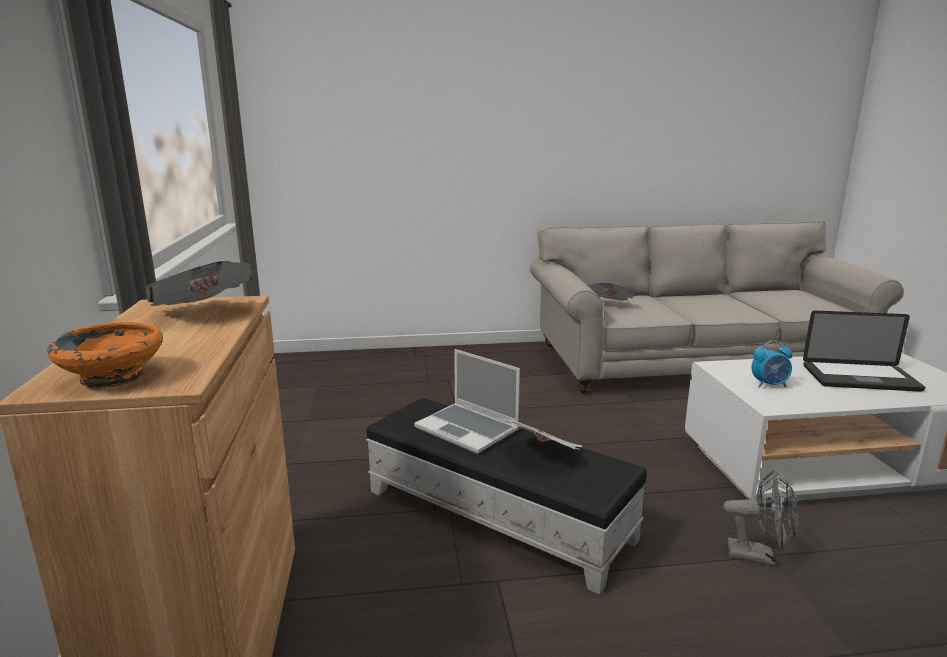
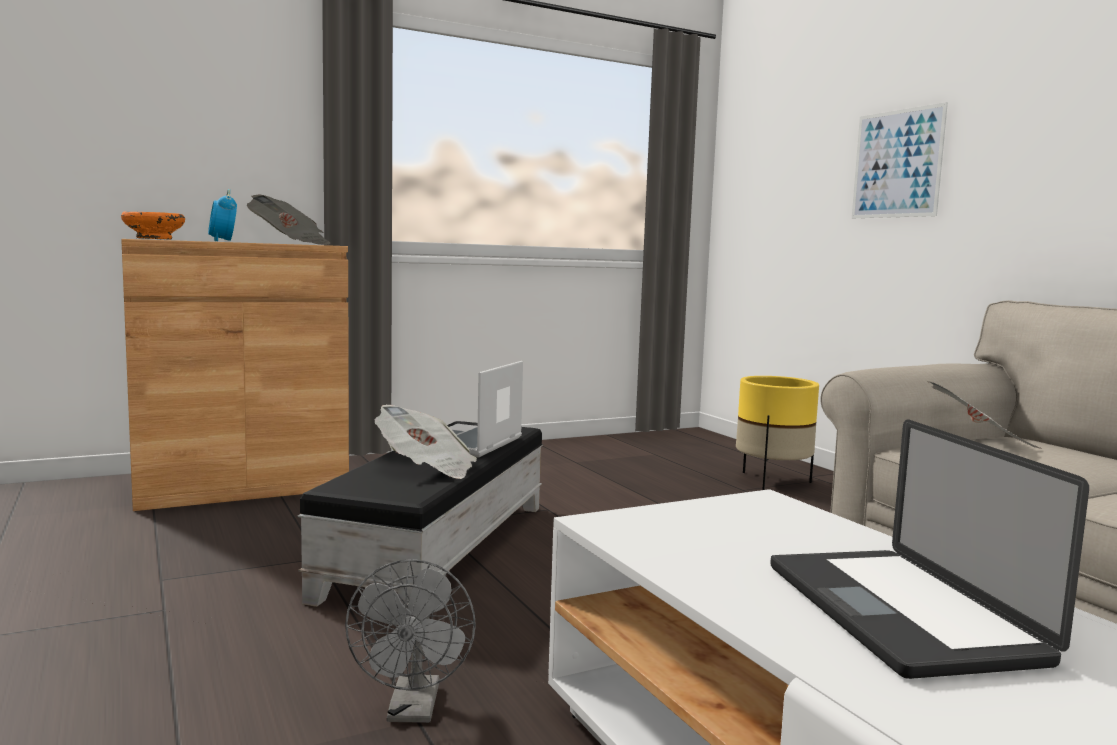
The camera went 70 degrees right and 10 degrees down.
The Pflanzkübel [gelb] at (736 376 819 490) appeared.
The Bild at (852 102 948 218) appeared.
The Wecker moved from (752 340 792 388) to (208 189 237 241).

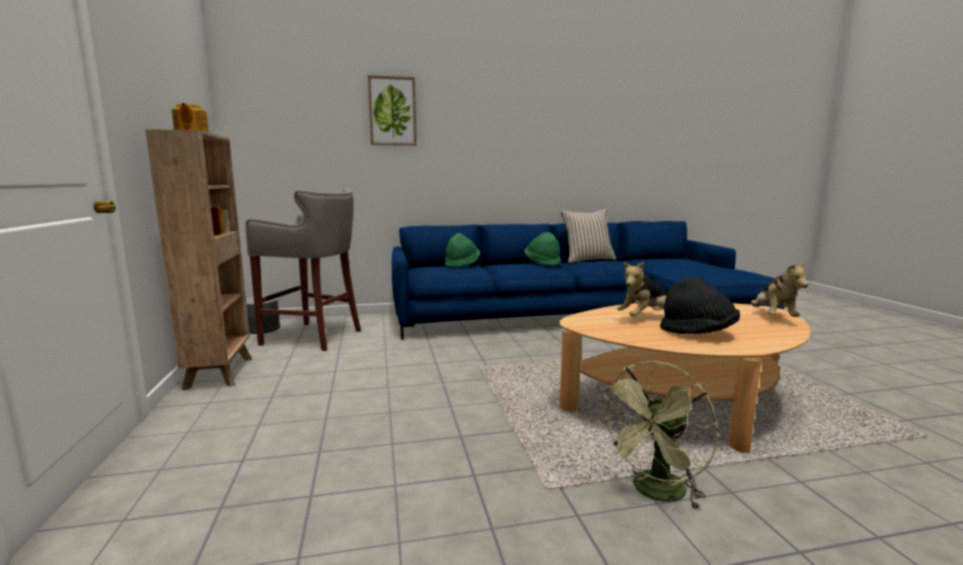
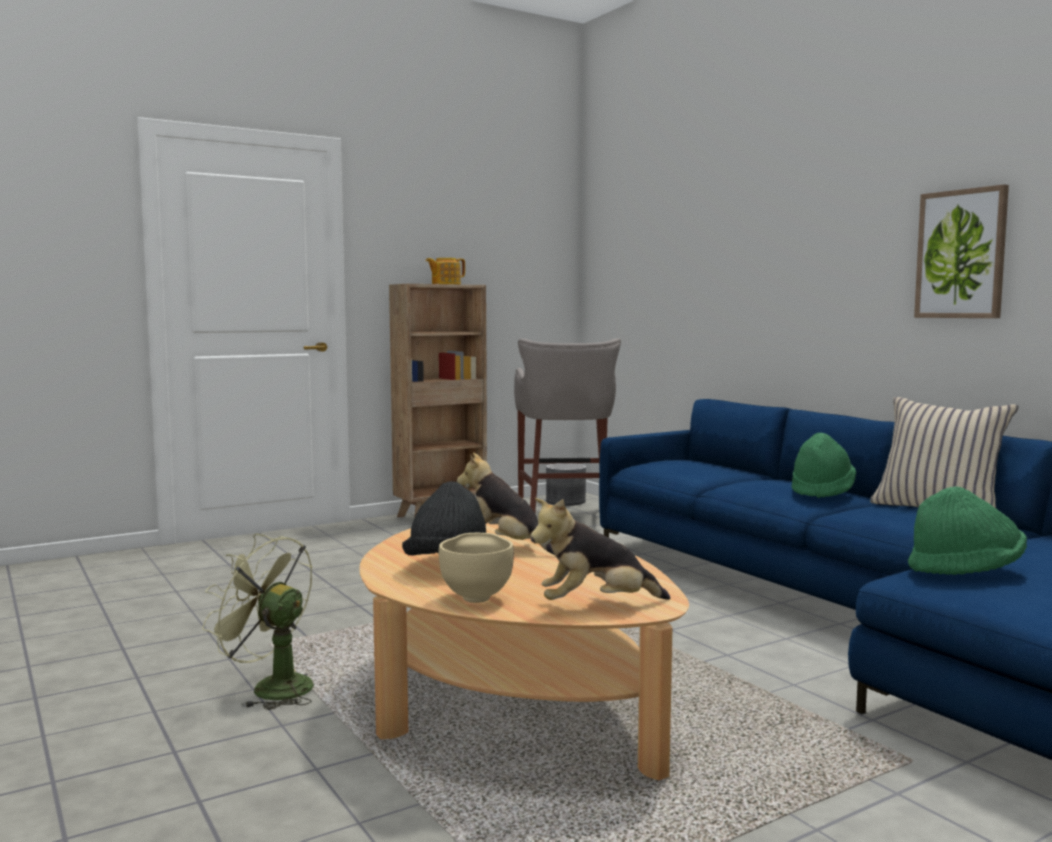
The camera went 70 degrees right and 5 degrees down.
The Schüssel [beige] at (439 533 514 603) appeared.
The Bild moved from (368 75 417 146) to (914 184 1009 318).
The Hut [grün] moved from (445 233 480 268) to (908 487 1027 575).

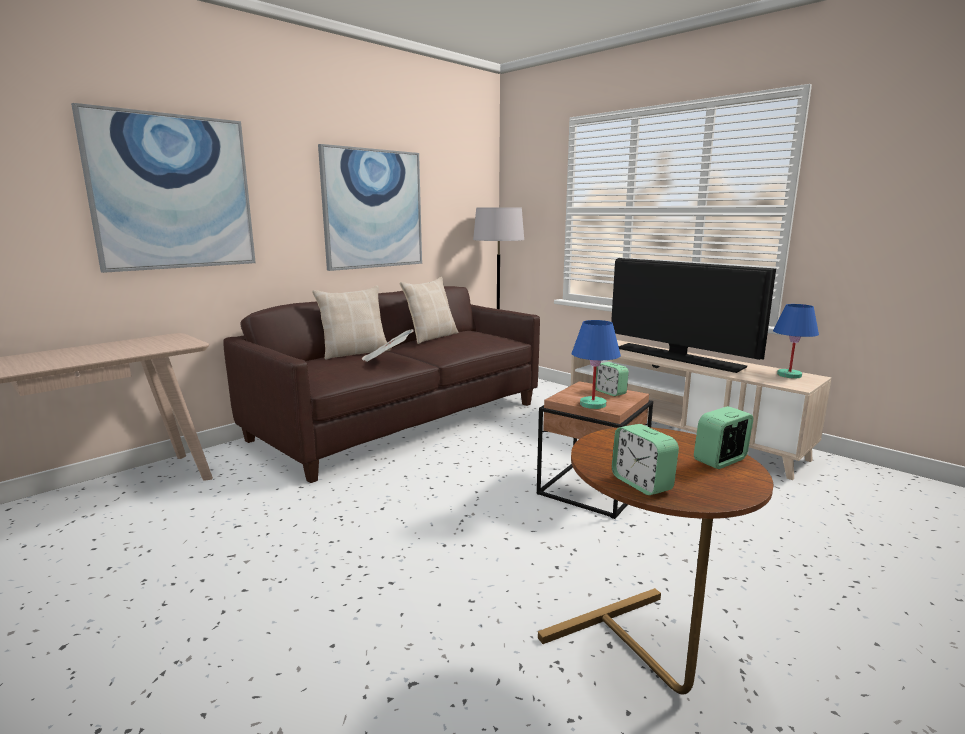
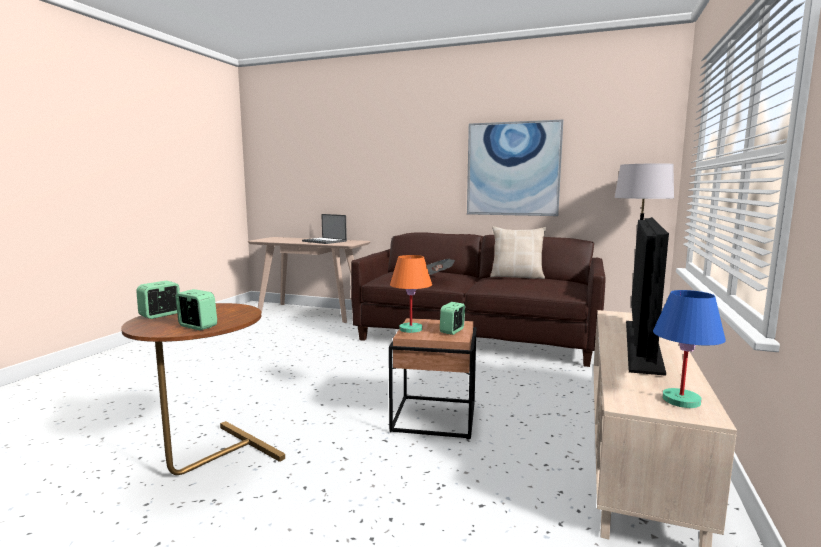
The camera went 65 degrees right and 5 degrees down.
The Bild at (71 103 256 273) disappeared.
The Kissen [beige] at (312 286 390 360) disappeared.
The Laptop at (302 214 347 244) appeared.
The Tischlampe [blau] at (571 320 621 409) became the Tischlampe [orange] at (390 255 432 333).

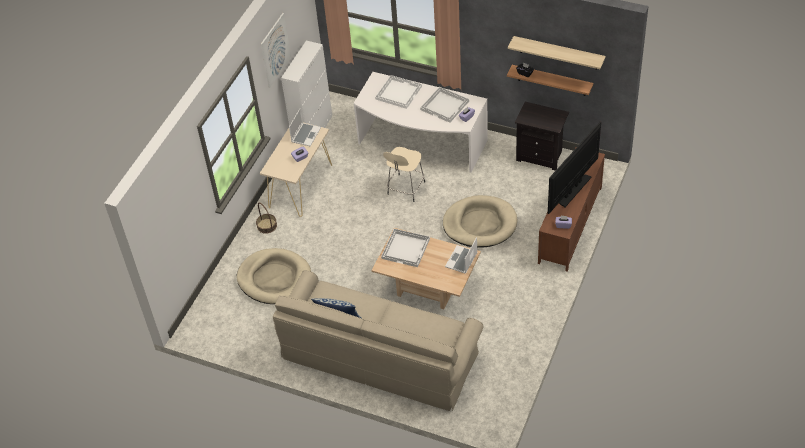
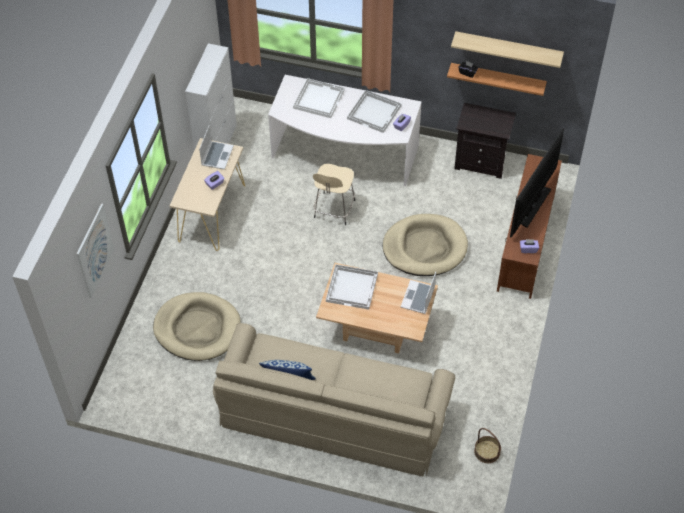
The camera went 10 degrees left and 5 degrees up.
The Korb moved from (256 203 277 234) to (474 428 501 463).
The Bild moved from (261 13 291 88) to (77 203 115 298).

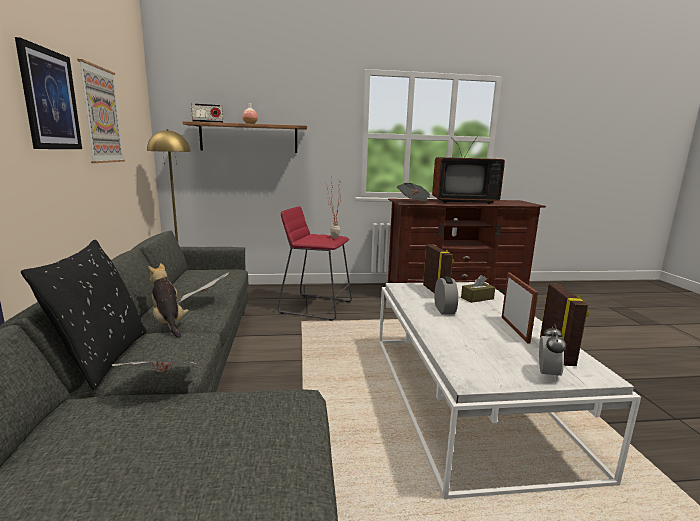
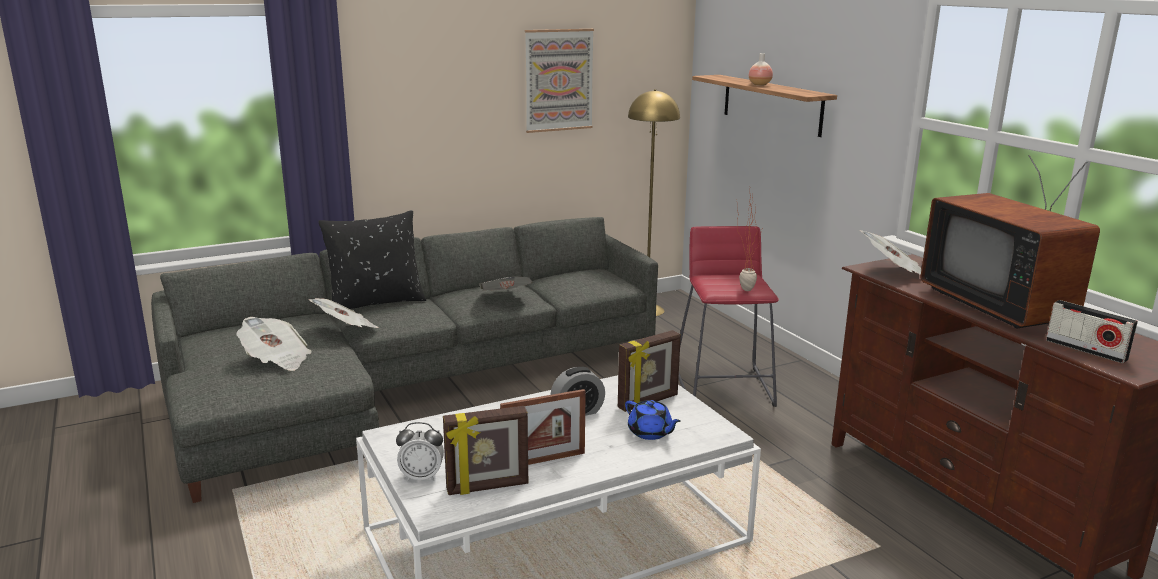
The camera went 70 degrees right and 5 degrees up.
The Bild at (15 37 82 149) disappeared.
The Plüschtier at (148 263 189 338) disappeared.
The Zeitung at (237 317 312 371) appeared.
The Radio moved from (191 103 223 123) to (1046 300 1138 363).
The Taschentuchbox [braun] at (461 275 495 303) was replaced by the Teekanne [blau] at (625 400 681 440).

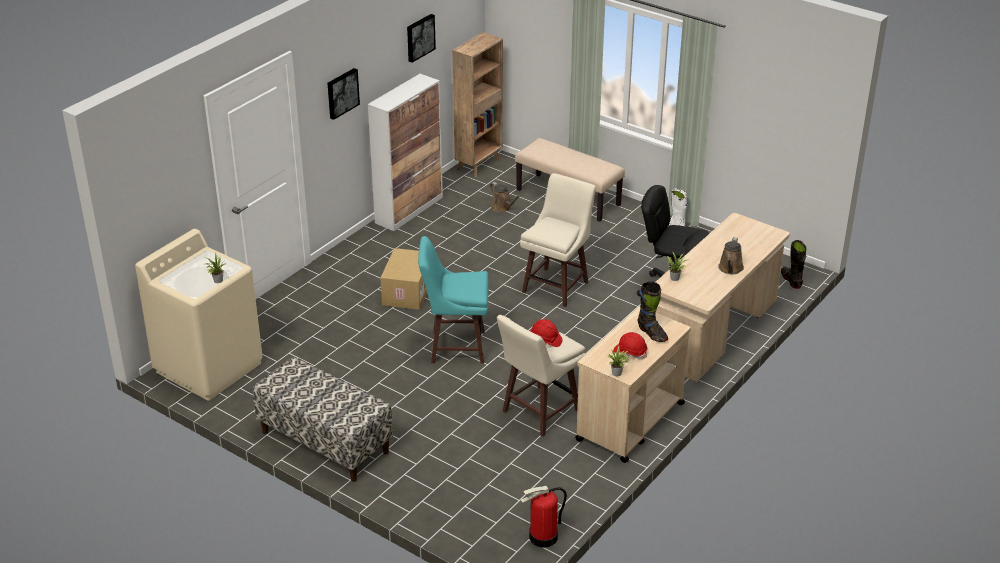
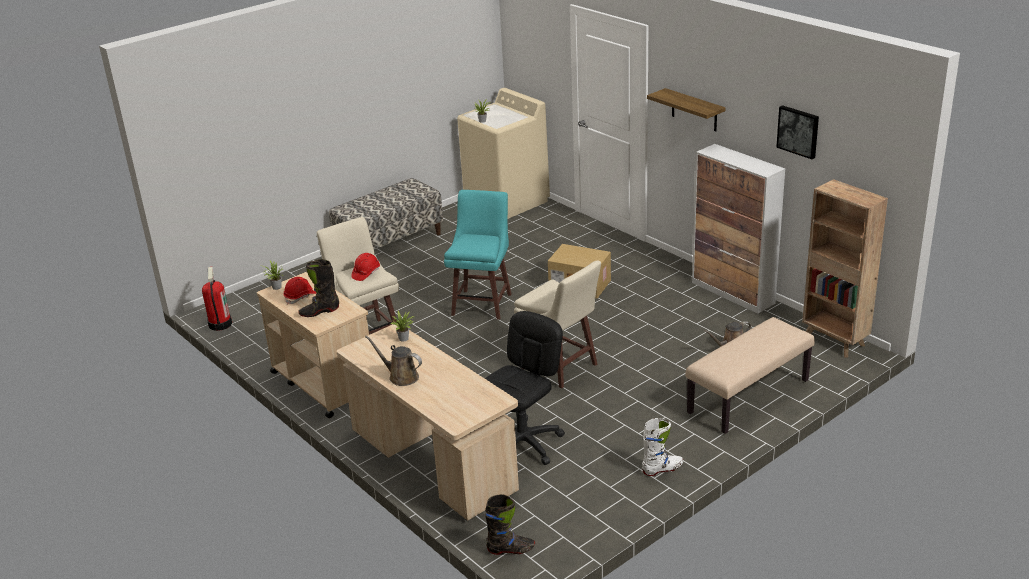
The camera went 105 degrees right and 5 degrees down.
The Bild at (328 68 360 120) was replaced by the Wandregal at (647 88 726 131).

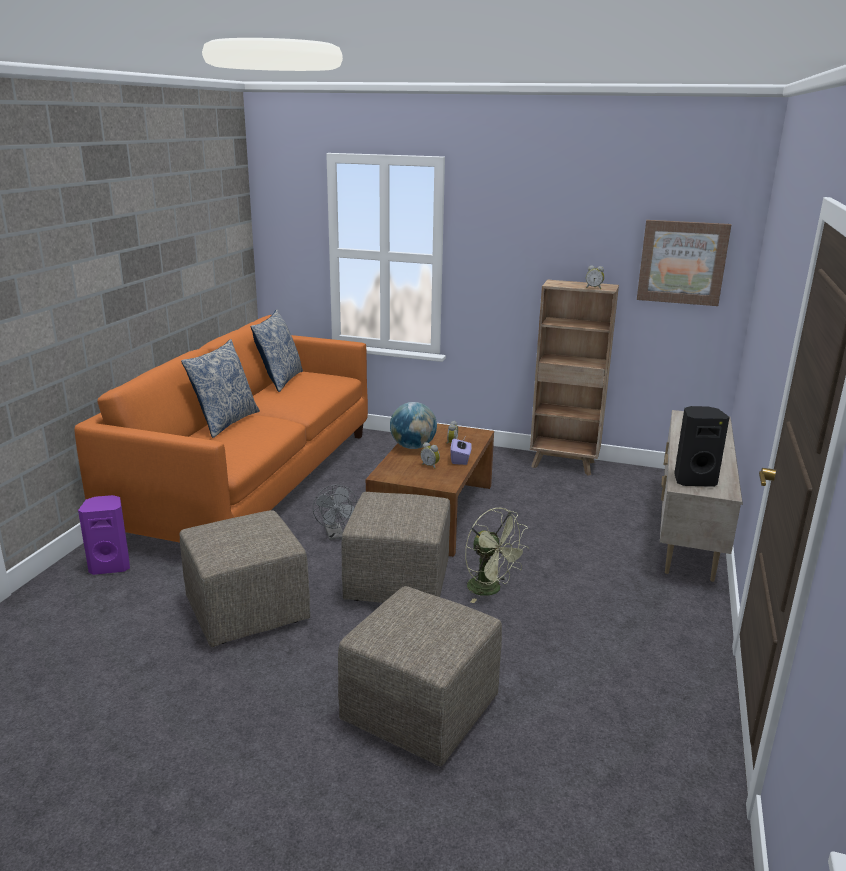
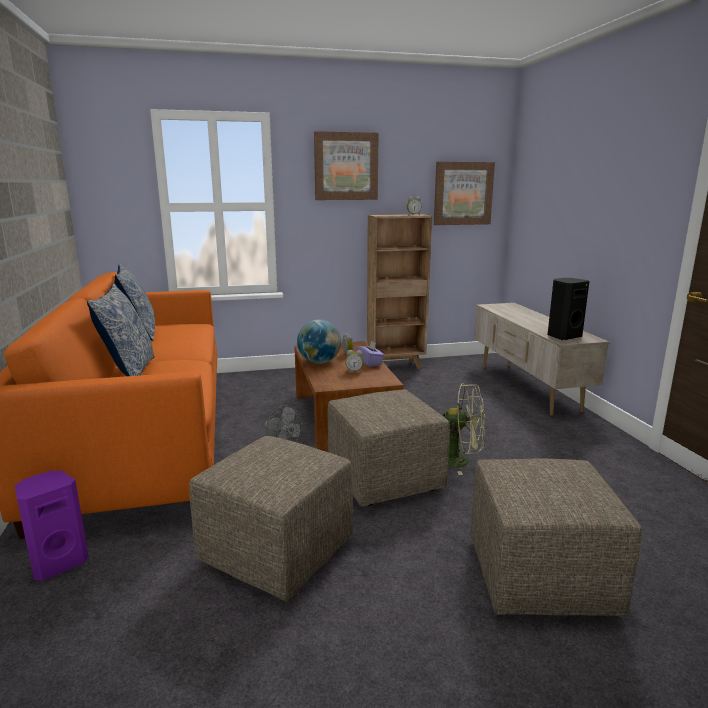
The camera went 30 degrees left and 5 degrees down.
The Bild at (314 131 379 200) appeared.

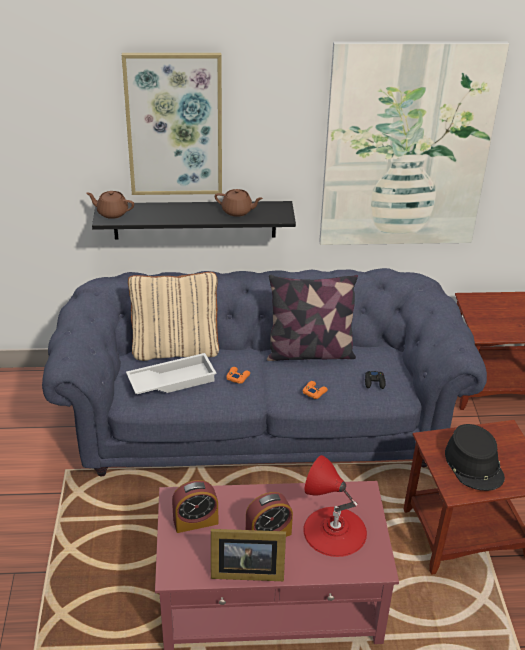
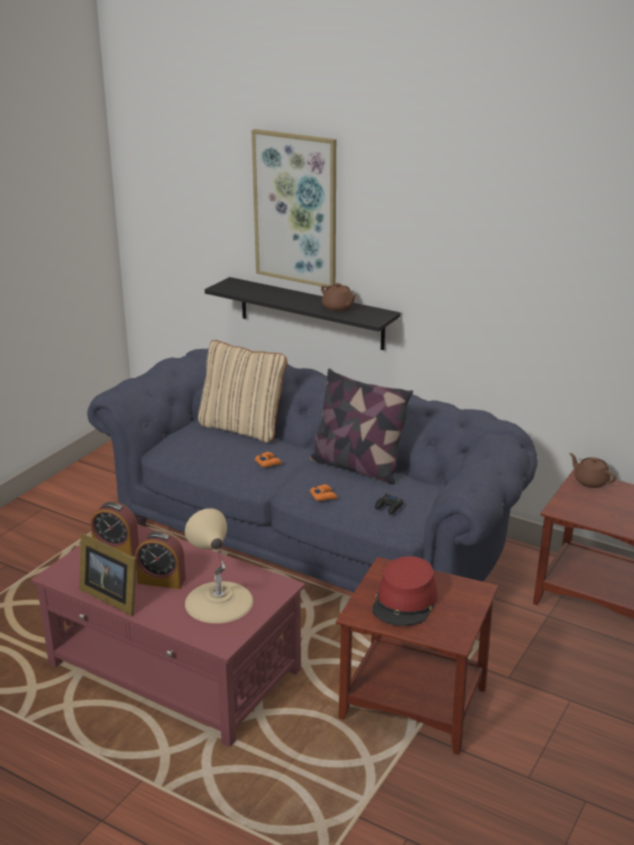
The camera went 35 degrees right and 10 degrees down.
The Tablett [weiß] at (126 353 217 394) disappeared.
The Bild at (319 41 509 245) disappeared.
The Teekanne [braun] moved from (86 191 134 219) to (569 453 616 488).
The Tischlampe [rot] at (303 455 367 557) became the Tischlampe [beige] at (185 508 253 623).
The Hut [schwarz] at (445 424 505 491) became the Hut [rot] at (372 556 437 626).

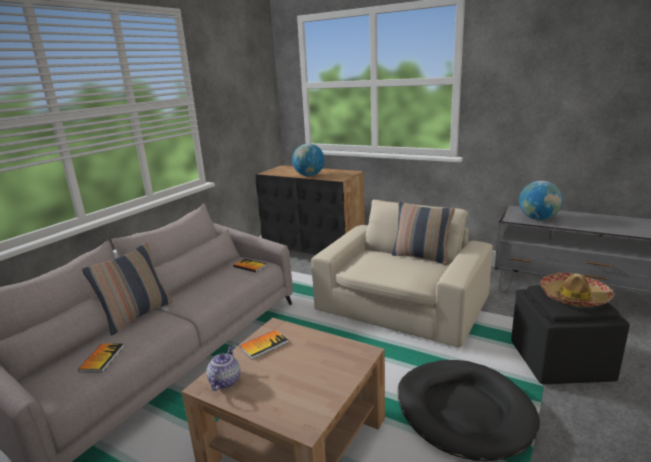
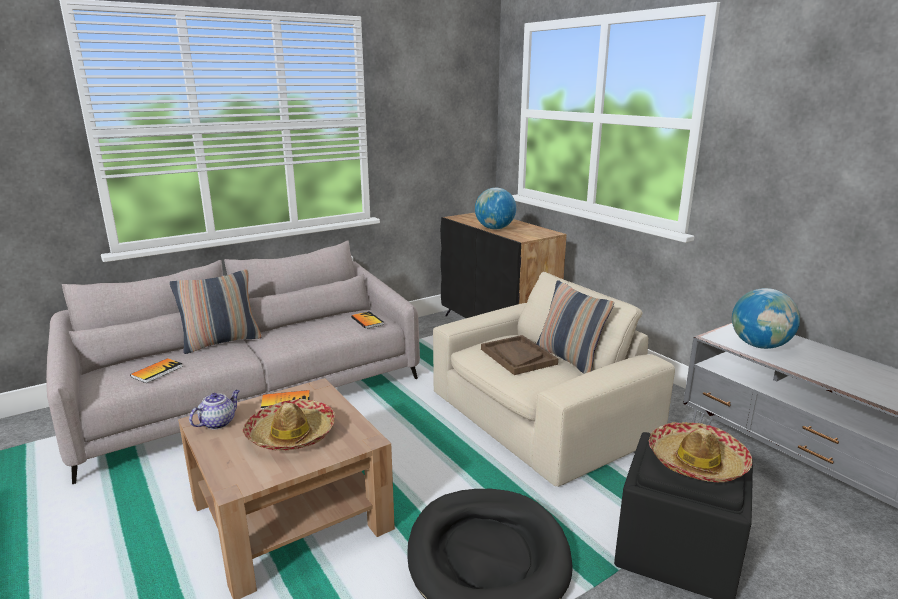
The camera went 25 degrees right and 0 degrees up.
The Hut at (243 399 335 451) appeared.
The Tablett [braun] at (481 335 558 375) appeared.

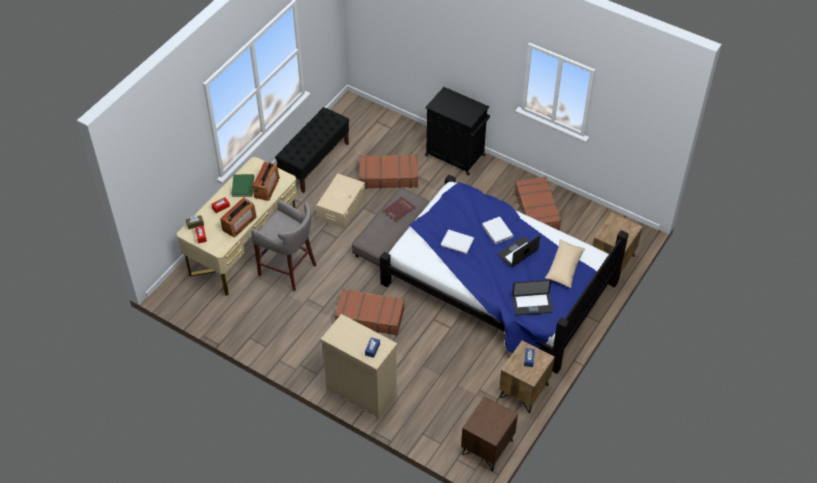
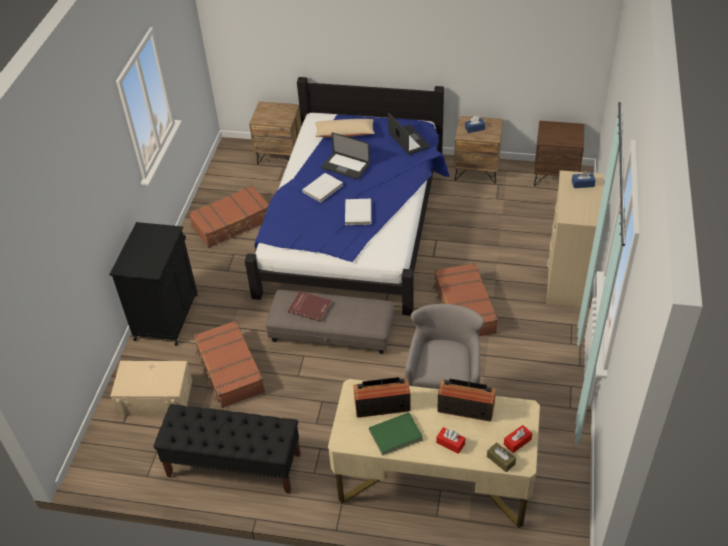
The camera went 110 degrees left and 5 degrees down.
The Aufbewahrungsbox [beige] moved from (316 174 365 229) to (110 361 192 416).

